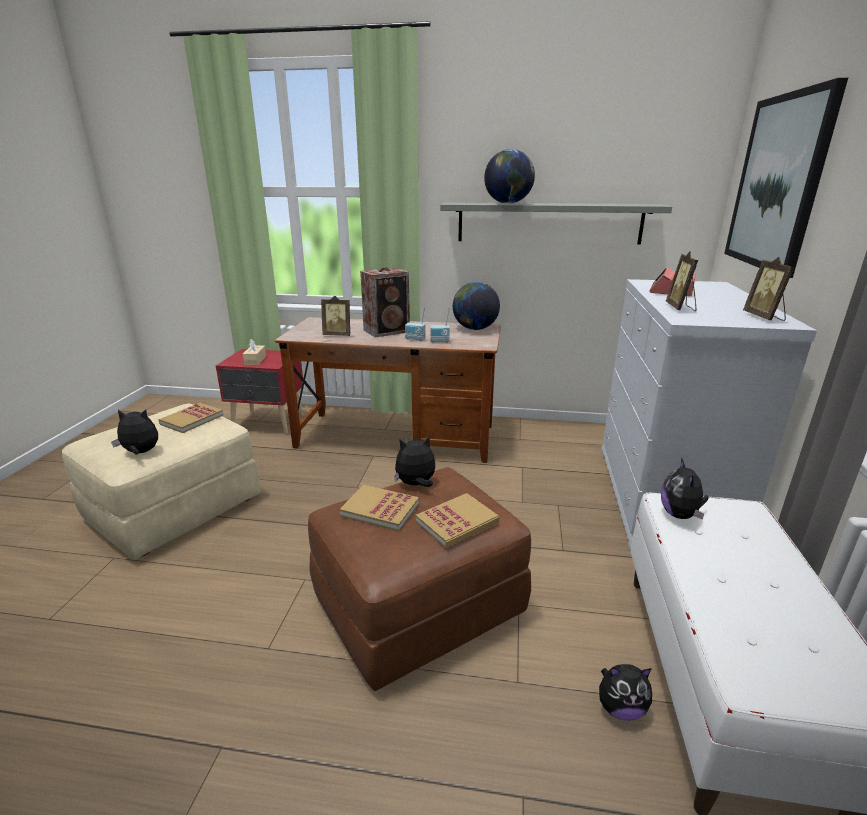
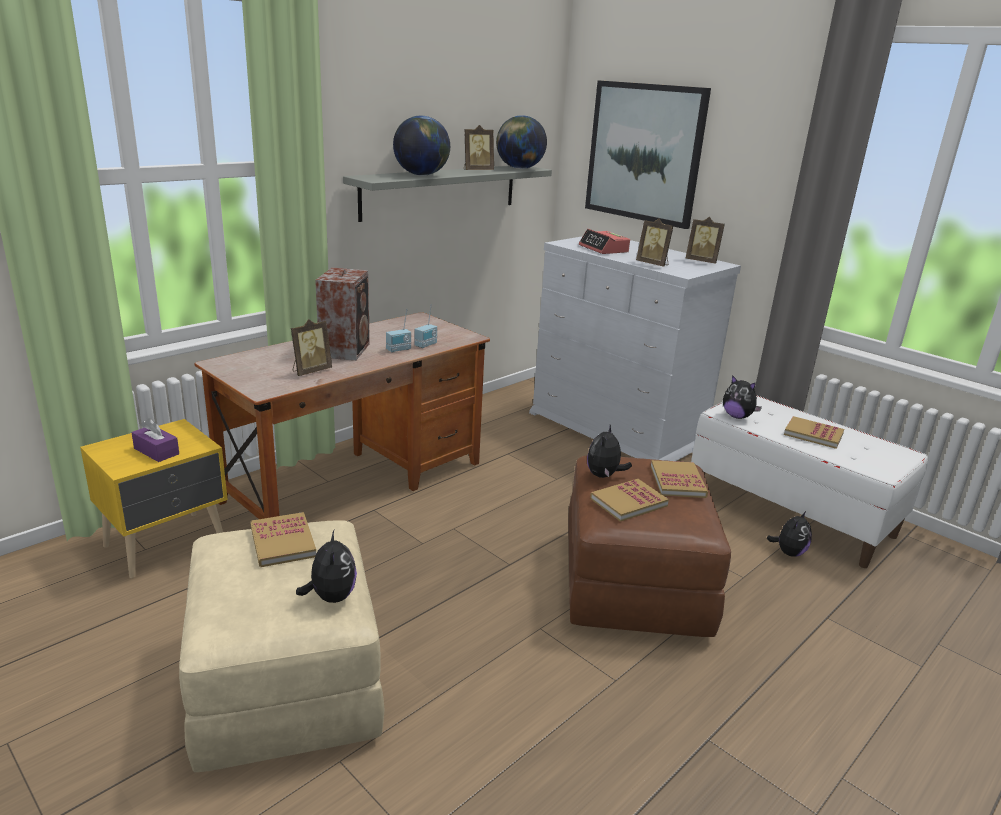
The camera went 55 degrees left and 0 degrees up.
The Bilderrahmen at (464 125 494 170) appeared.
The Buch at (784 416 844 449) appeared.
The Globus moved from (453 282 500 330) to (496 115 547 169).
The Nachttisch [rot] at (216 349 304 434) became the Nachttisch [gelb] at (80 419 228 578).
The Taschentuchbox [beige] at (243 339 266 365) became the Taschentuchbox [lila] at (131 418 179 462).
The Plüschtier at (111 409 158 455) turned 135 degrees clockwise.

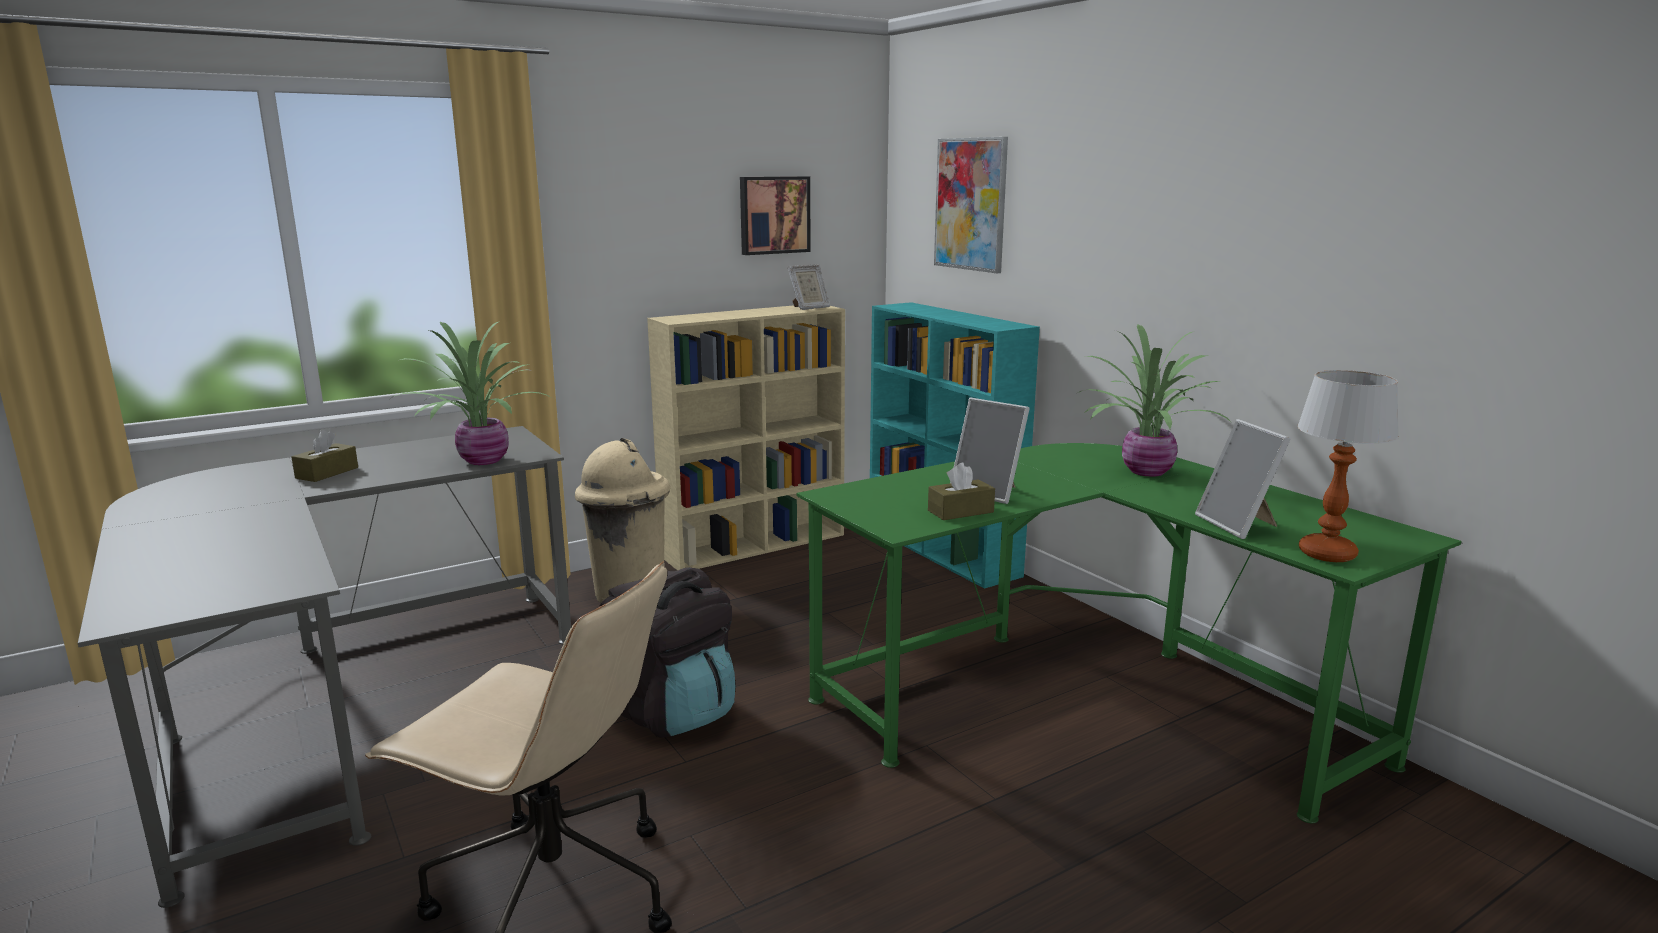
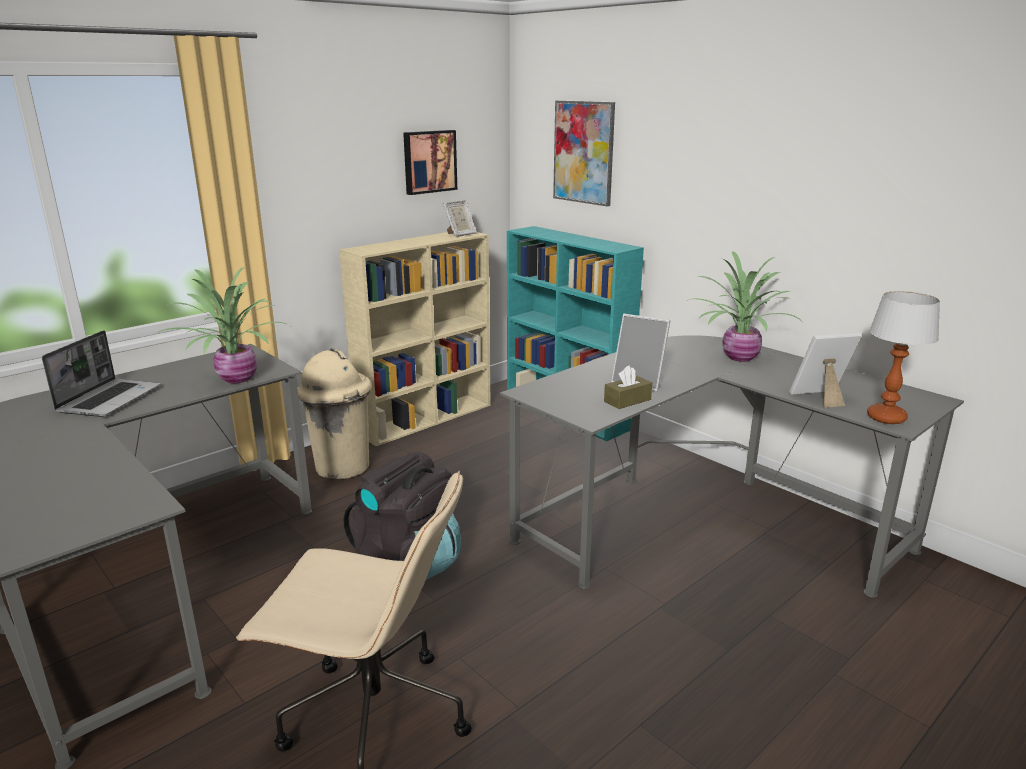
The camera went 10 degrees left and 5 degrees up.
The Taschentuchbox [braun] at (291 430 358 482) was replaced by the Laptop at (42 330 161 417).
The Schreibtisch [grün] at (797 443 1462 823) became the Schreibtisch [grau] at (500 335 964 598).
The Bilderrahmen at (1195 419 1291 539) turned 105 degrees clockwise.

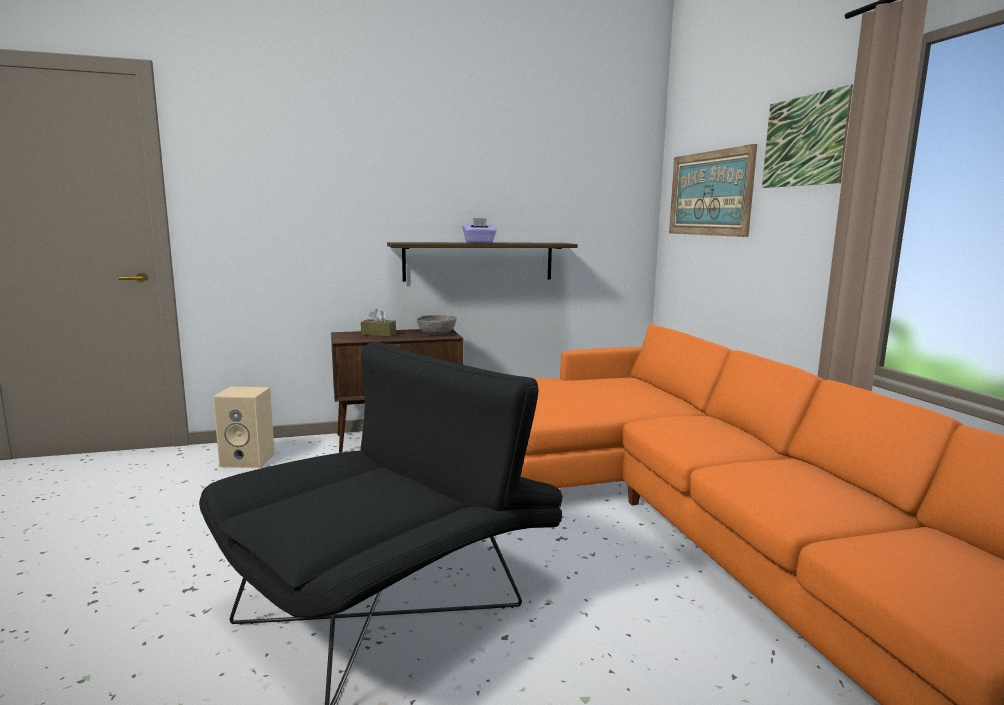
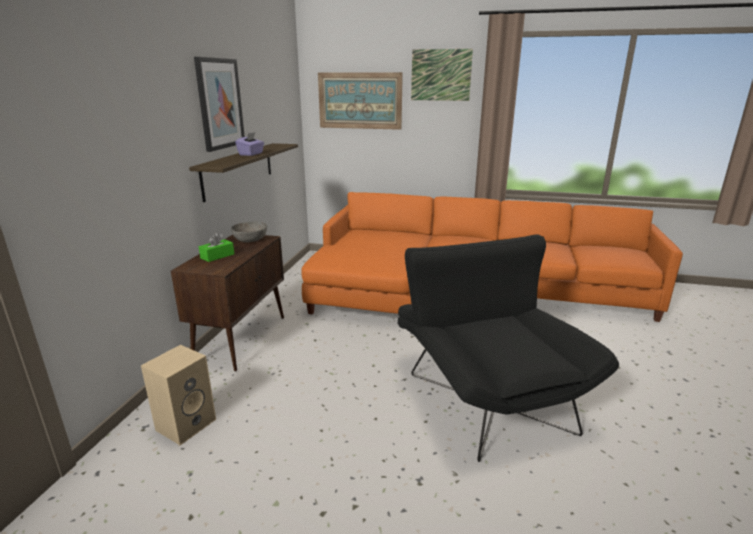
The camera went 60 degrees left and 10 degrees up.
The Bild at (194 57 245 152) appeared.
The Taschentuchbox [braun] at (361 308 396 337) became the Taschentuchbox [grün] at (199 233 234 262).

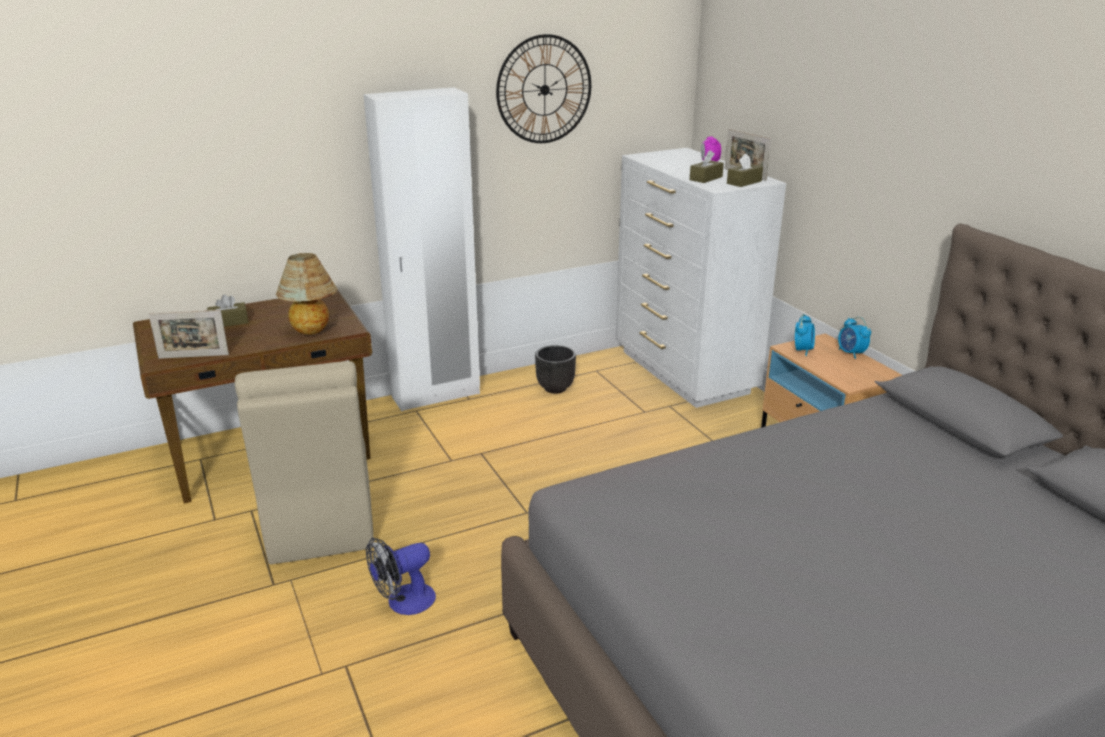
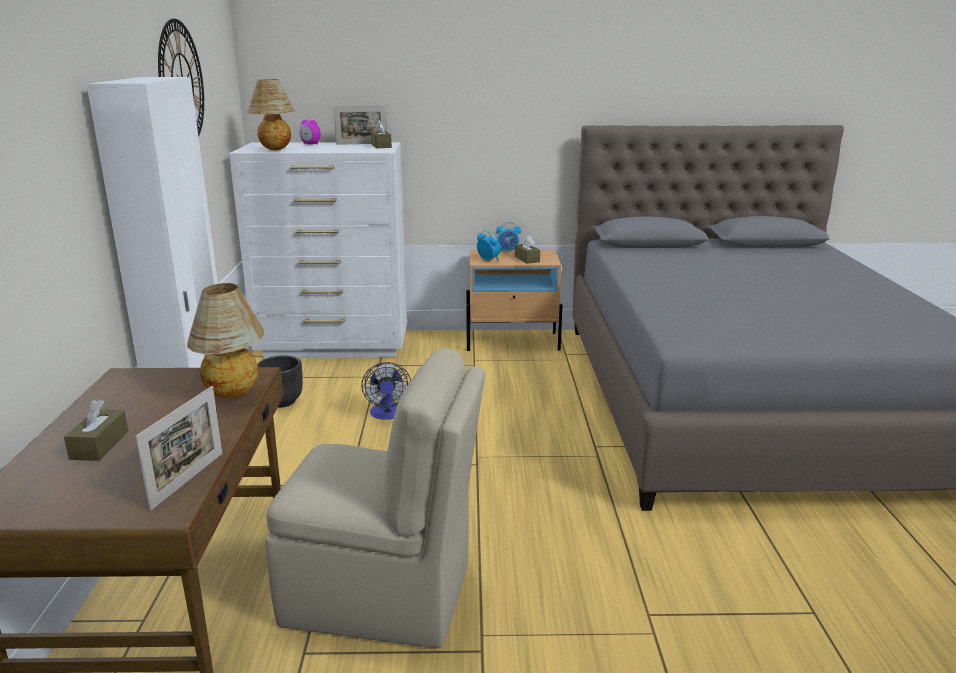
The camera went 65 degrees left and 5 degrees down.
The Tischlampe at (247 79 294 151) appeared.
The Ventilator moved from (366 538 436 615) to (361 362 411 420).
The Taschentuchbox [braun] moved from (690 150 724 183) to (515 236 540 264).

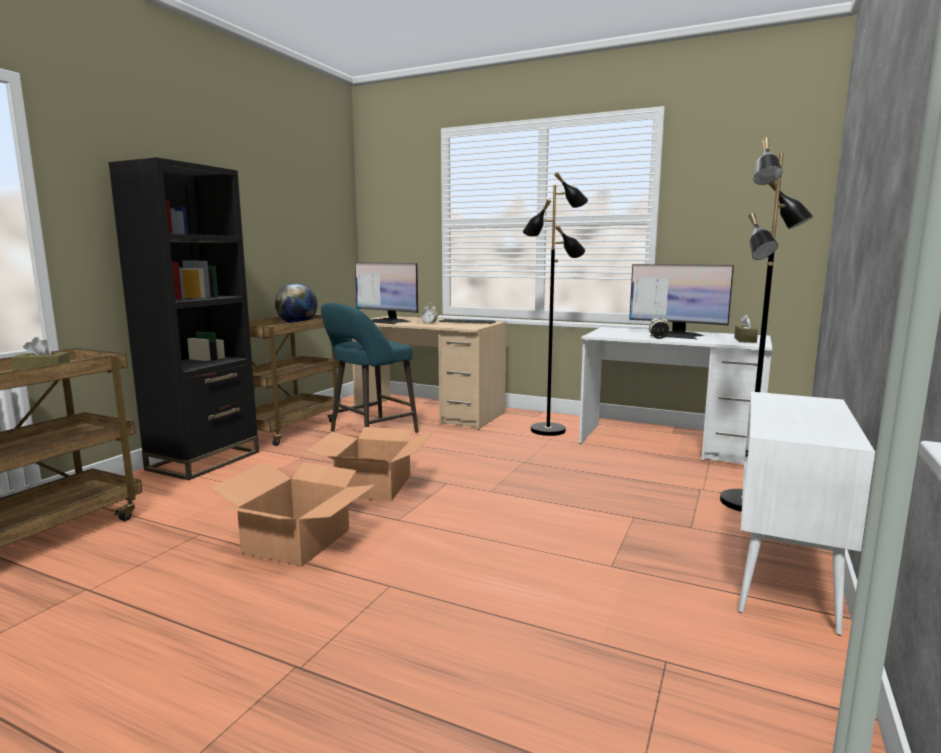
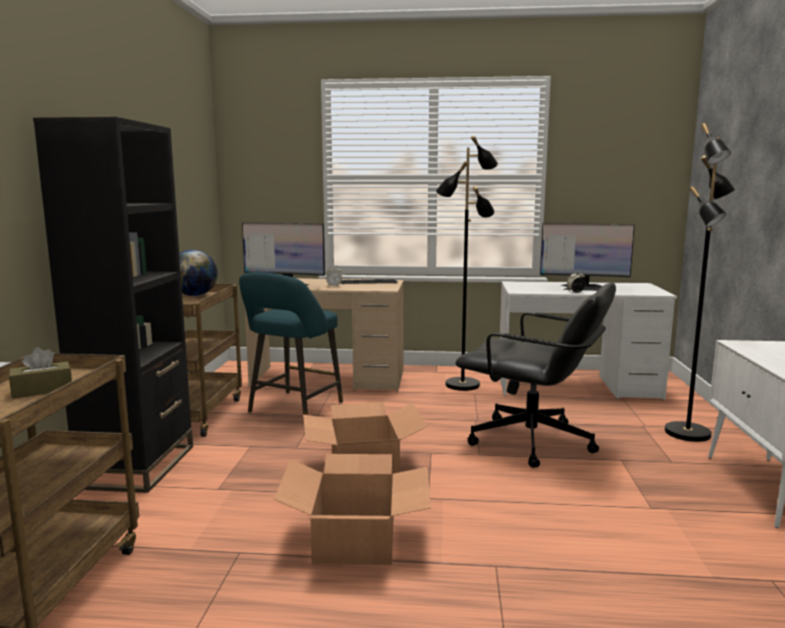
The camera went 20 degrees left and 0 degrees up.
The Taschentuchbox [braun] at (734 315 758 343) disappeared.
The Bürostuhl [schwarz] at (456 283 616 468) appeared.

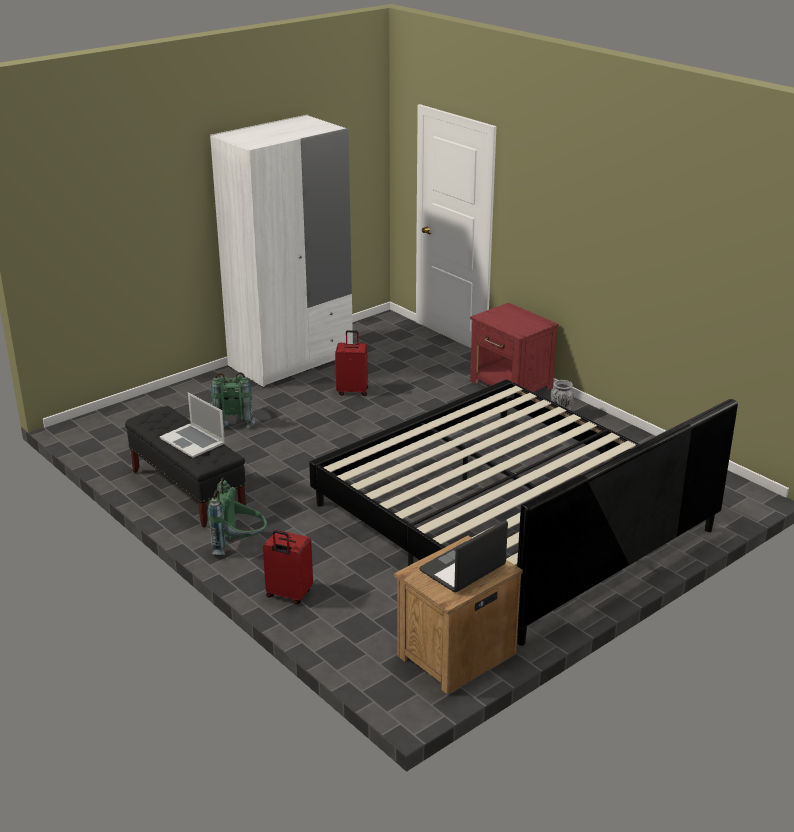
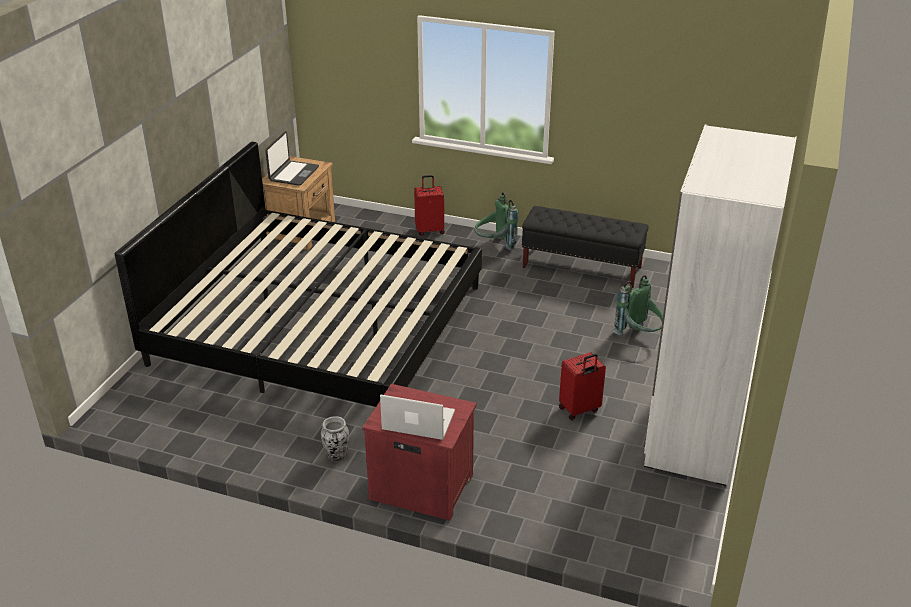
The camera went 150 degrees right and 5 degrees up.
The Laptop moved from (160 392 225 458) to (380 394 455 440).

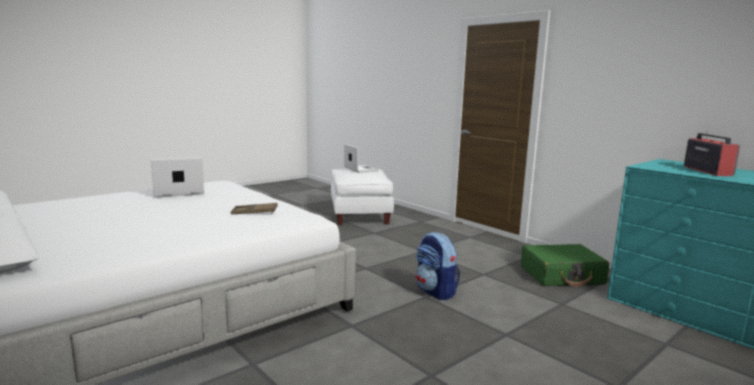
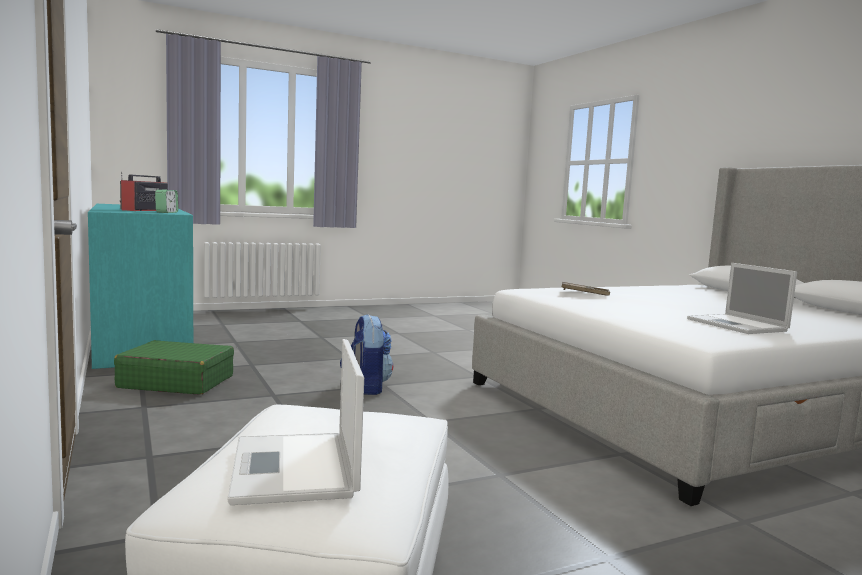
The camera went 165 degrees left and 5 degrees down.
The Wecker at (155 189 178 213) appeared.
The Laptop at (151 157 204 198) turned 75 degrees clockwise.

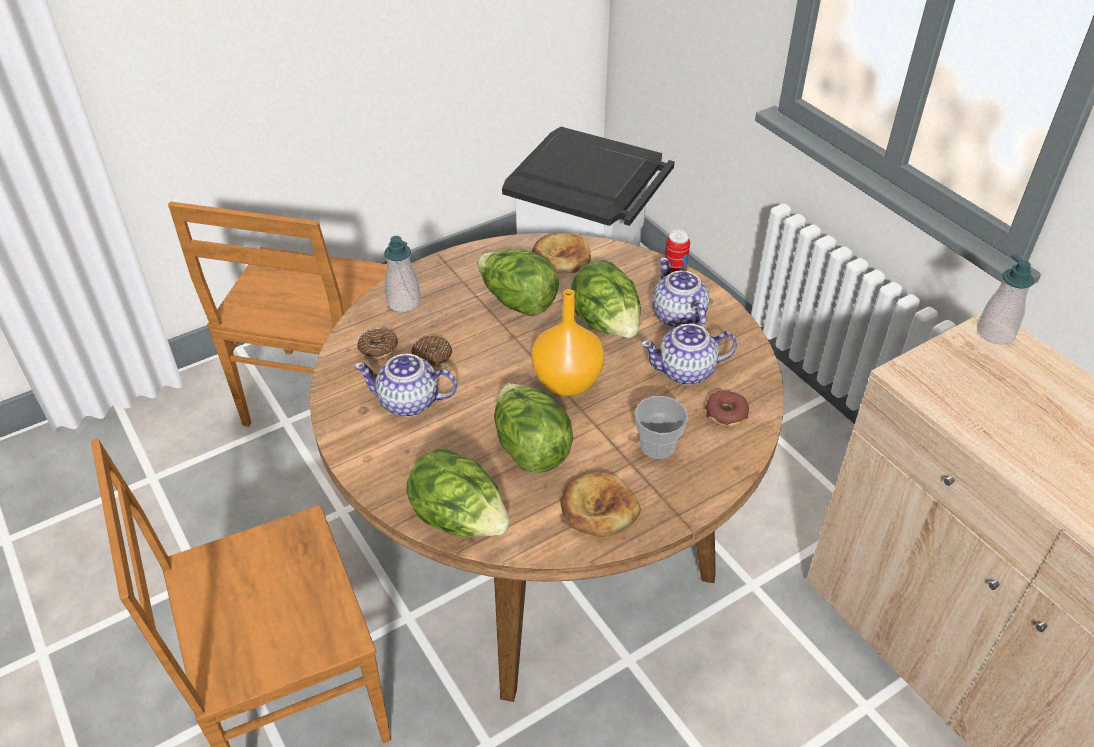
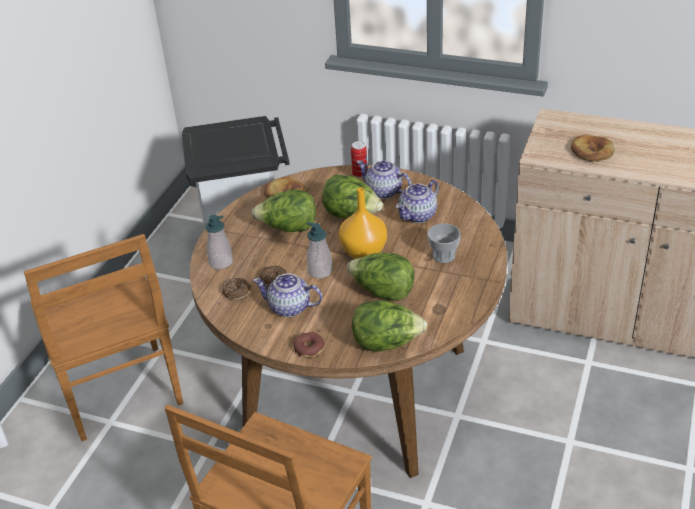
The camera went 35 degrees left and 5 degrees down.
The Brot moved from (561 472 641 537) to (571 134 615 162).
The Donut moved from (705 391 749 427) to (294 332 325 357).
The Seifenspender moved from (977 254 1034 344) to (307 222 333 279).
The Teekanne at (354 354 457 416) turned 45 degrees clockwise.

